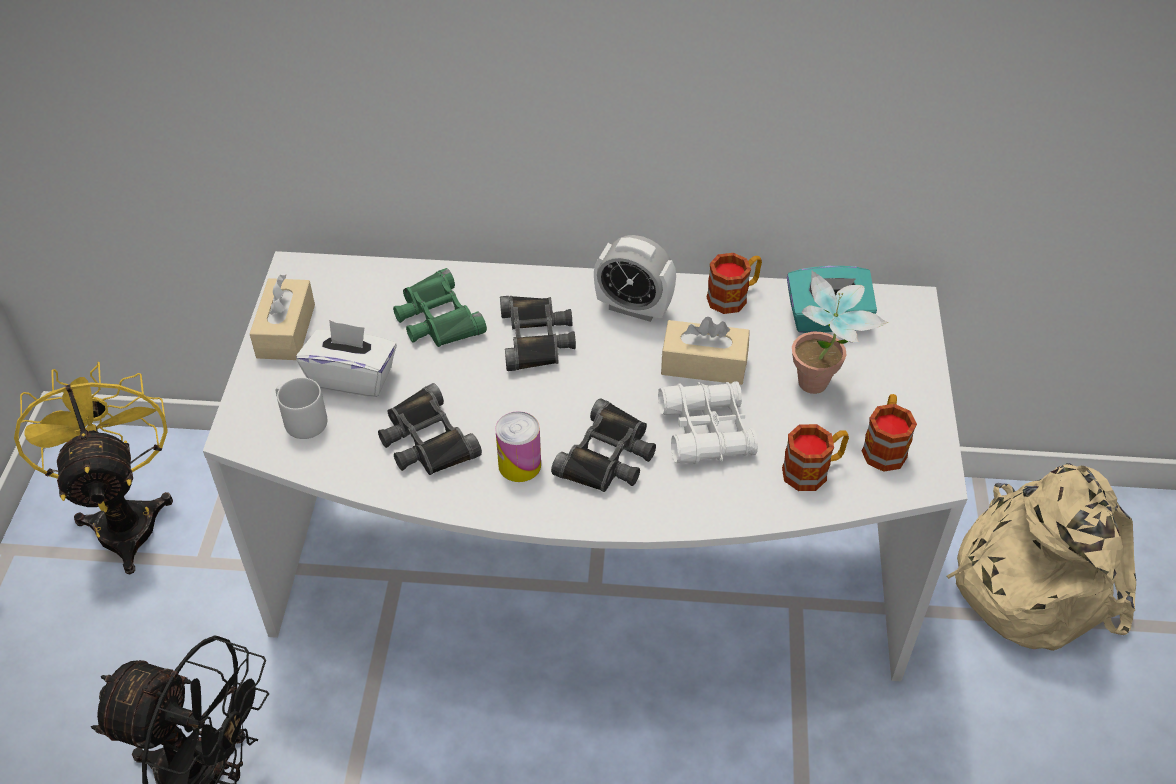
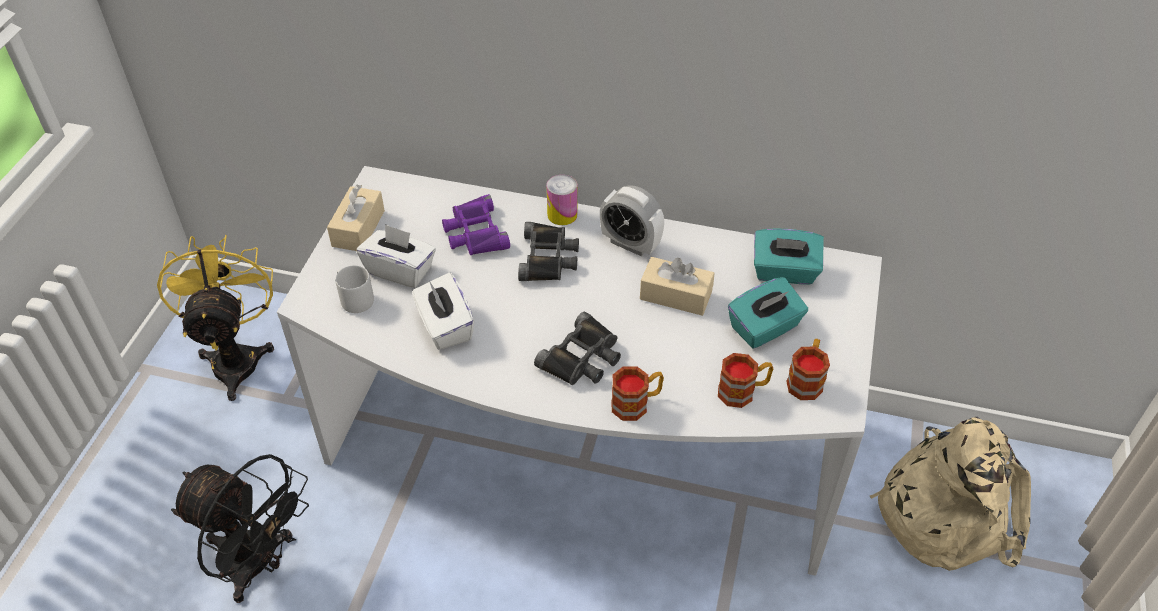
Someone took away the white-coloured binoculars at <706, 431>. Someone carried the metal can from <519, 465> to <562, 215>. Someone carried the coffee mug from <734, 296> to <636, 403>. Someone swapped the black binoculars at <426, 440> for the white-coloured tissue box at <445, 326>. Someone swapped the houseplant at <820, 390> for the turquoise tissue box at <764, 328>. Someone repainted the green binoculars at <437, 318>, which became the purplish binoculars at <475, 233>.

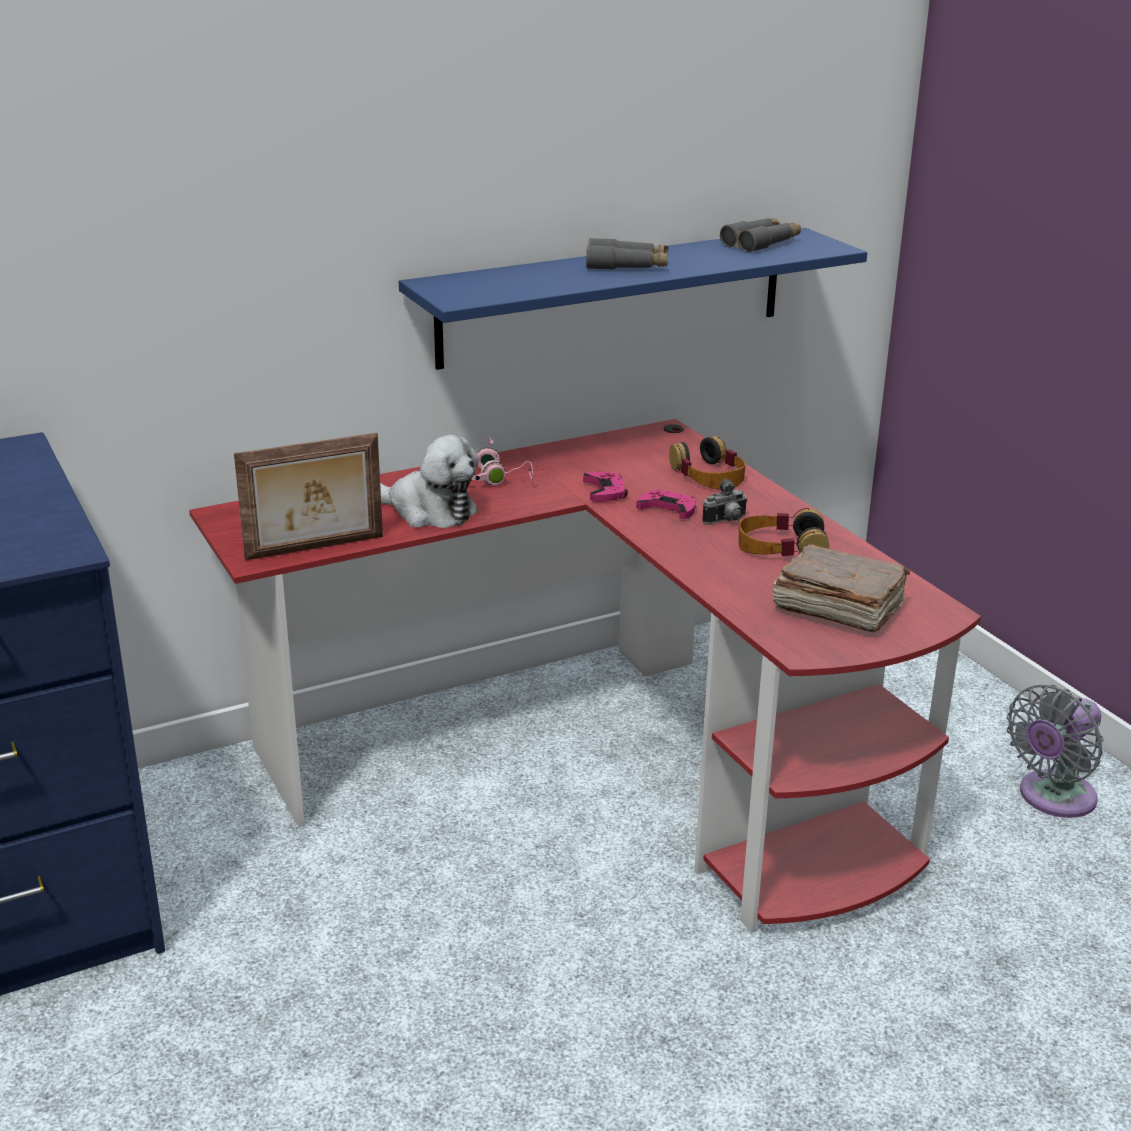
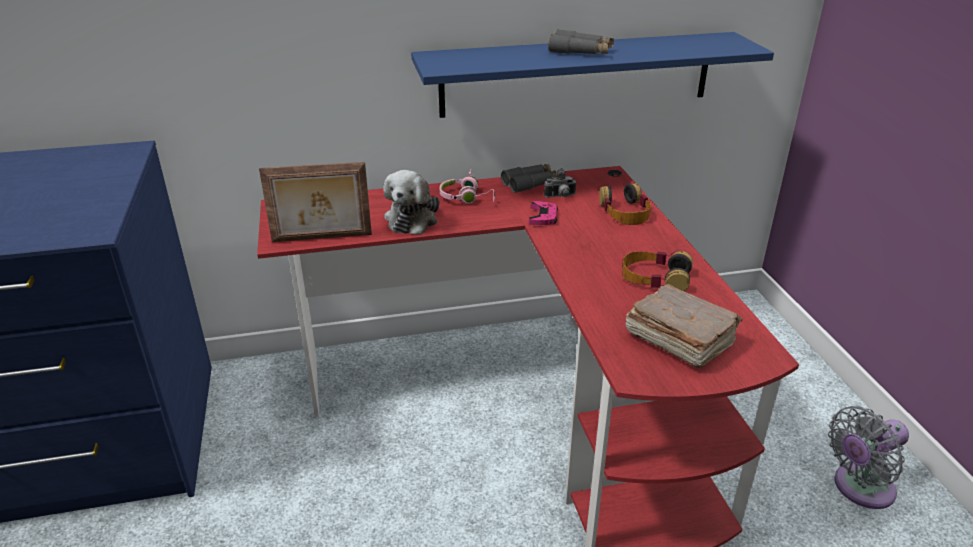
Someone took away the pink-coloured joypad at <668, 508>. Someone carried the photo camera from <726, 521> to <560, 197>. Someone carried the gray binoculars from <761, 243> to <532, 183>. Someone rotated the cuddly toy at <428, 511> by 60 degrees clockwise.

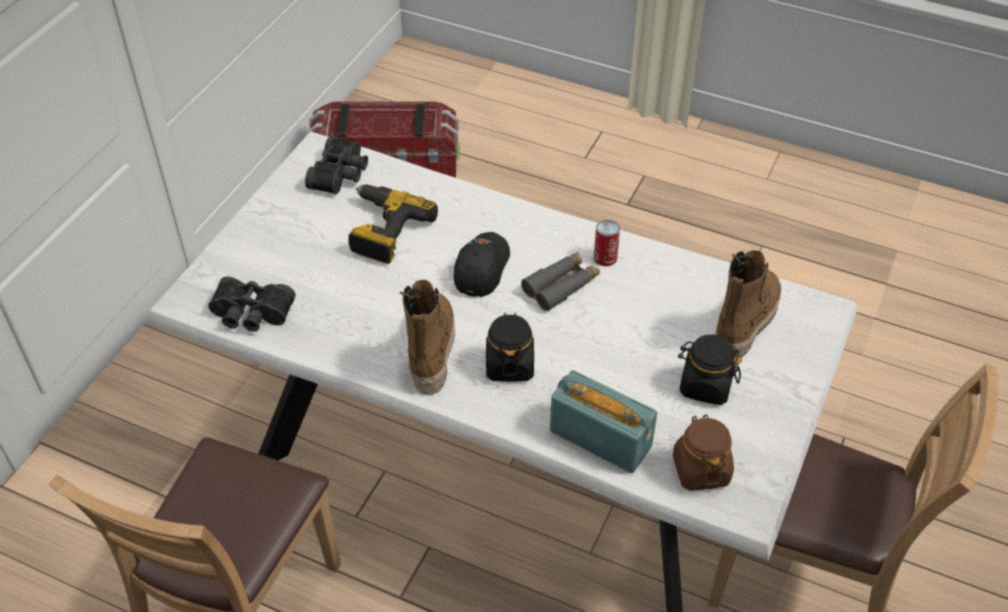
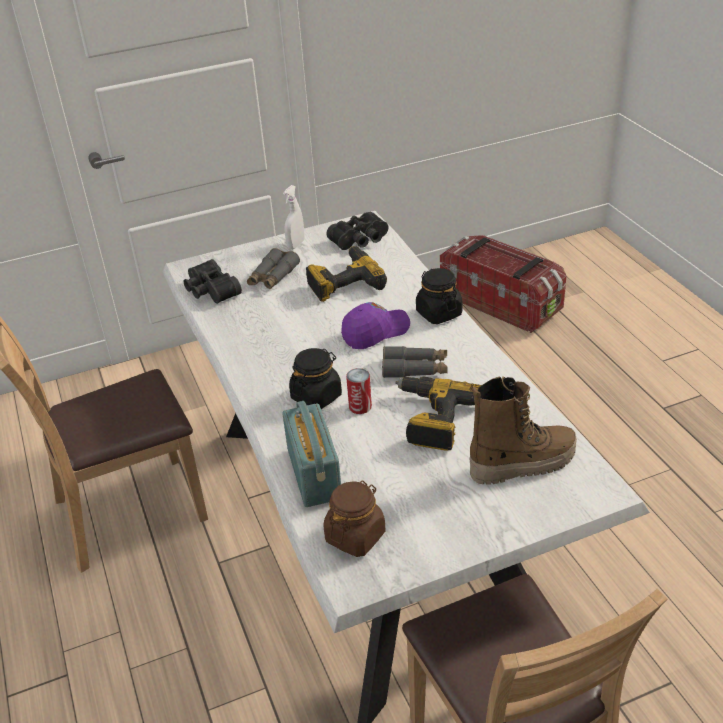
Someone took away the boot at <430, 350>. Someone put down the gray binoculars at <273, 277>. Someone put down the white-coloured sprayer at <296, 245>. Someone put down the drill at <432, 419>. Someone carried the metal can from <605, 257> to <360, 406>. Someone carried the black storage jar from <705, 386> to <438, 313>. Someone repainted the black cap at <481, 269>, which became the purplish cap at <375, 332>.

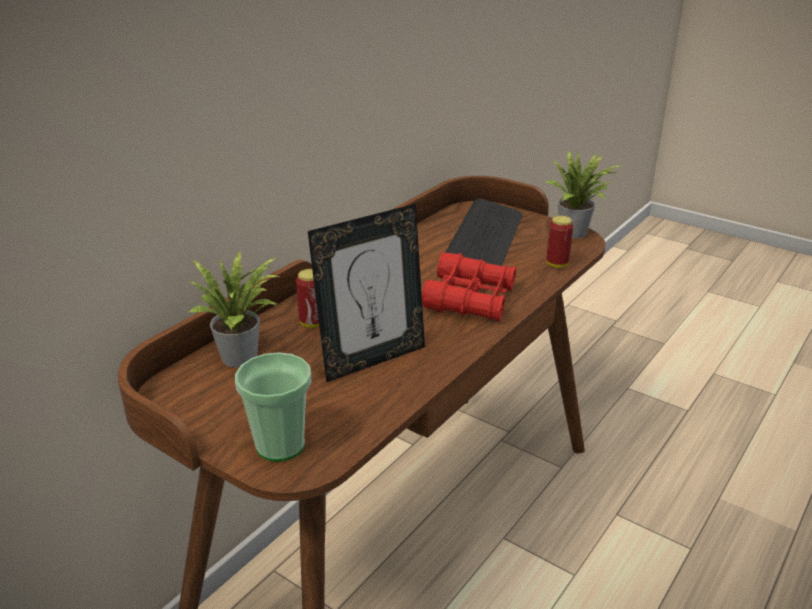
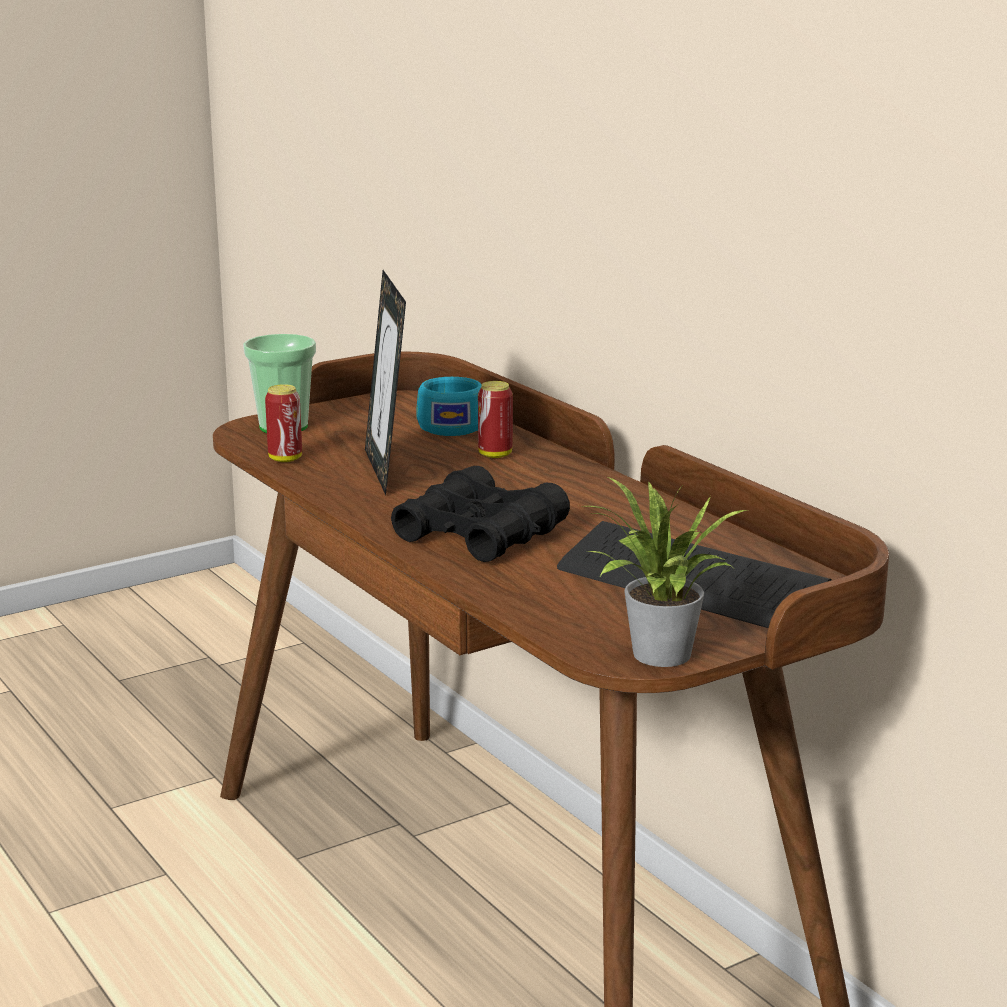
Someone carried the metal can from <557, 264> to <285, 459>. Someone swapped the houseplant at <244, 356> for the turquoise small cup at <451, 425>. Someone repainted the red-coloured binoculars at <470, 299>, which became the black binoculars at <480, 535>.

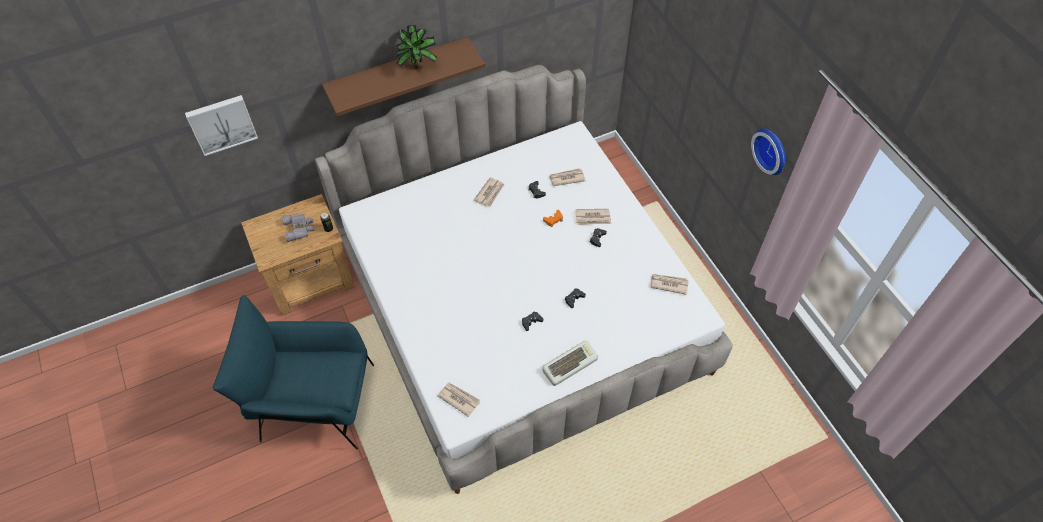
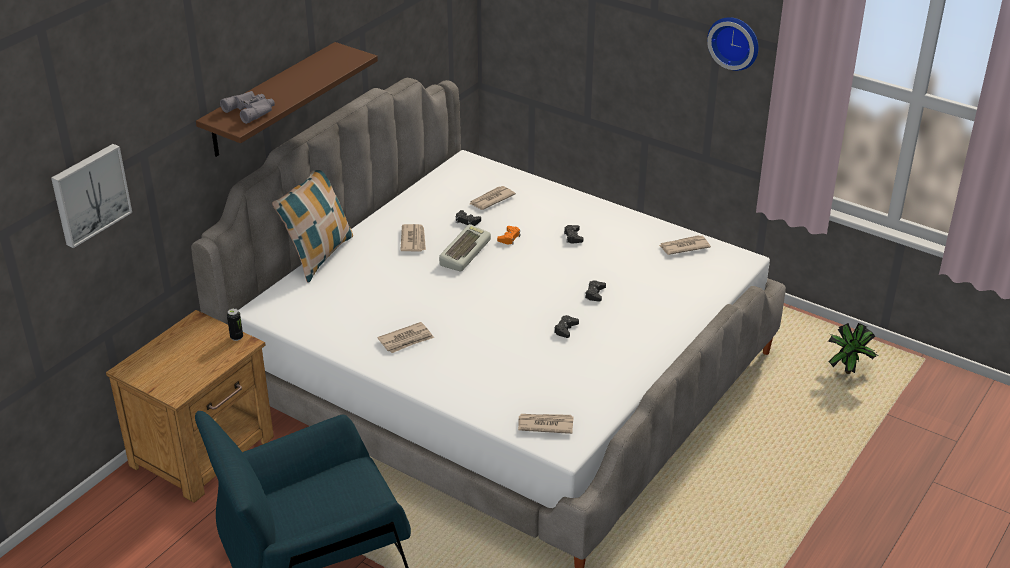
Someone put down the throw pillow at <318, 255>. Someone carried the gray binoculars from <299, 228> to <251, 110>. Someone carried the houseplant from <418, 66> to <848, 370>. Someone carried the computer keyboard from <569, 364> to <464, 252>. Someone carried the newspaper from <593, 218> to <406, 340>.

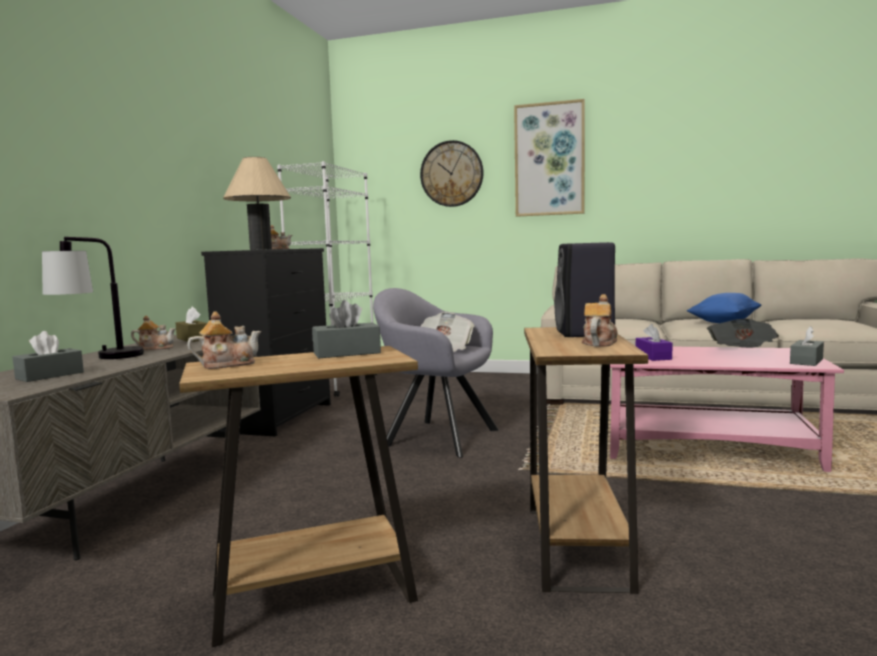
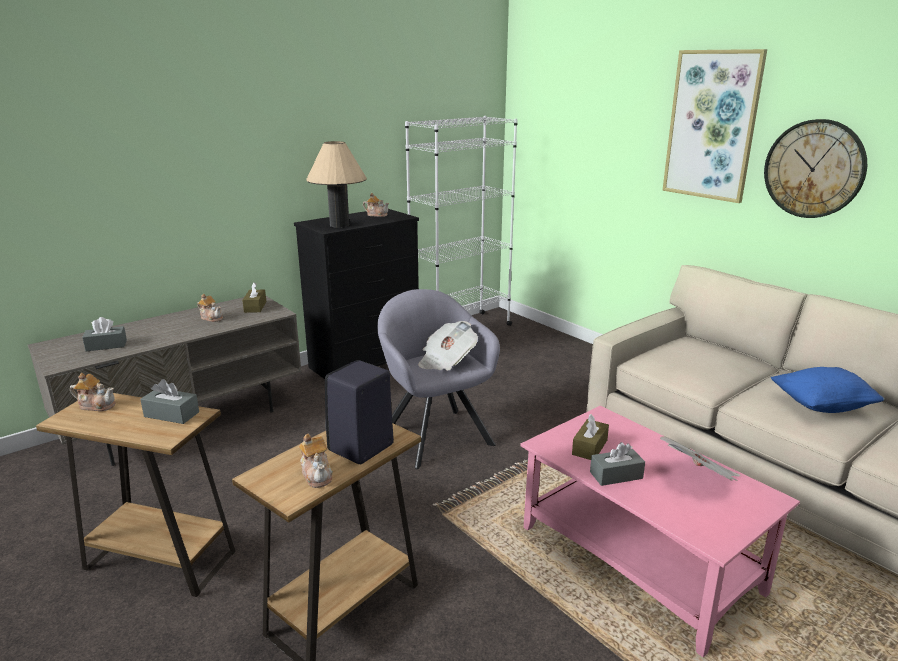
Someone took away the lamp for a table at <99, 358>. Someone carried the clock on the wall from <451, 174> to <814, 169>. Someone carried the gray tissue box from <806, 361> to <616, 475>. Someone repainted the purplish tissue box at <653, 356>, which became the brownish tissue box at <589, 447>. Someone rotated the tea pot at <599, 343> by 90 degrees clockwise.

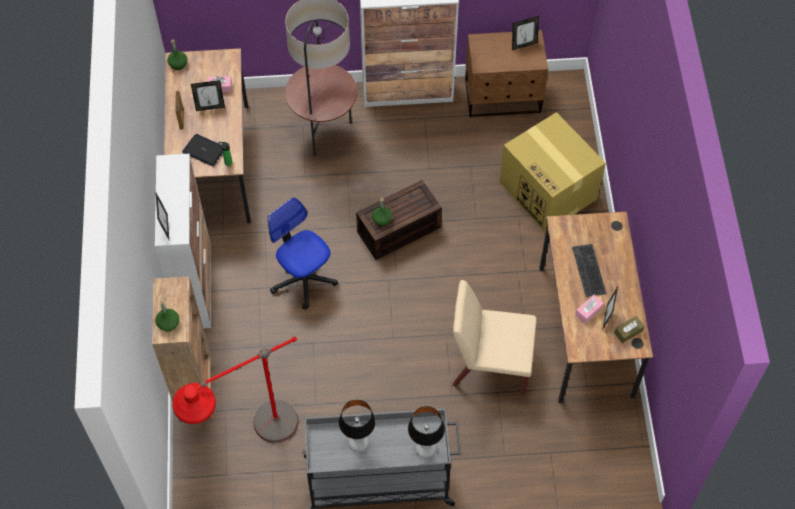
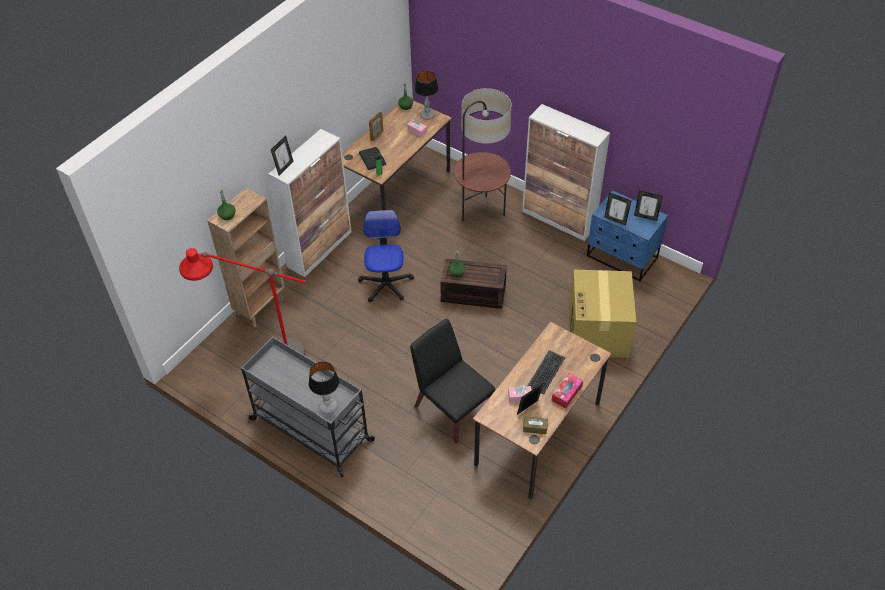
Someone put down the tissue box at <566, 393>. Someone carried the photo frame from <210, 107> to <615, 220>. Someone carried the lamp for a table from <358, 442> to <427, 116>. Someone repainted the beige-coloured upright chair at <490, 364>, which became the black upright chair at <452, 410>. Someone repainted the brownish bedside table at <503, 97>, which became the bluish bedside table at <622, 258>.

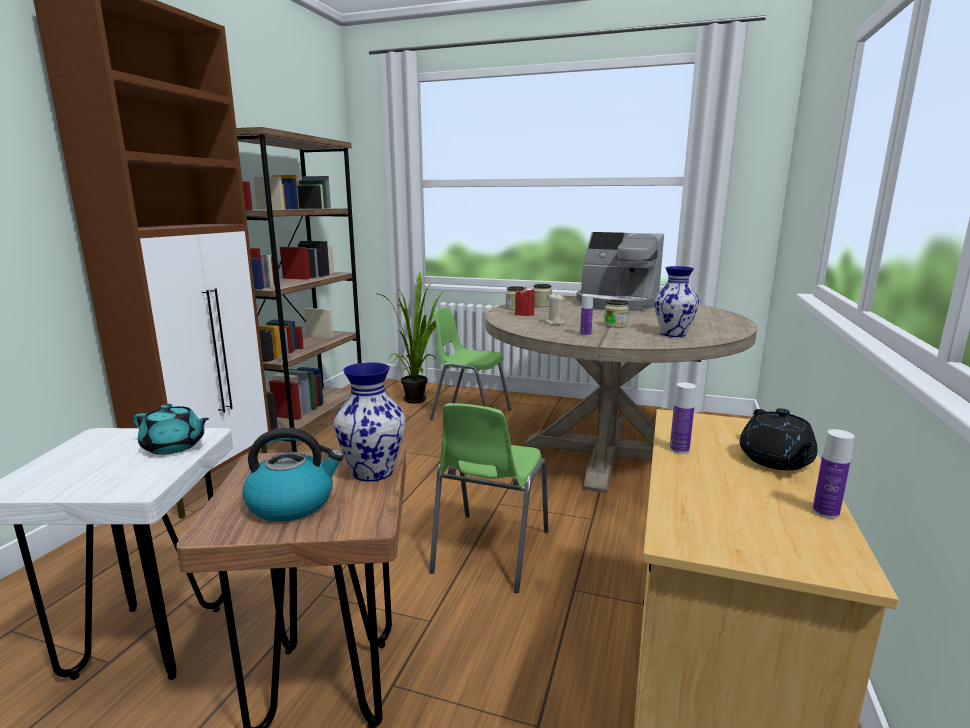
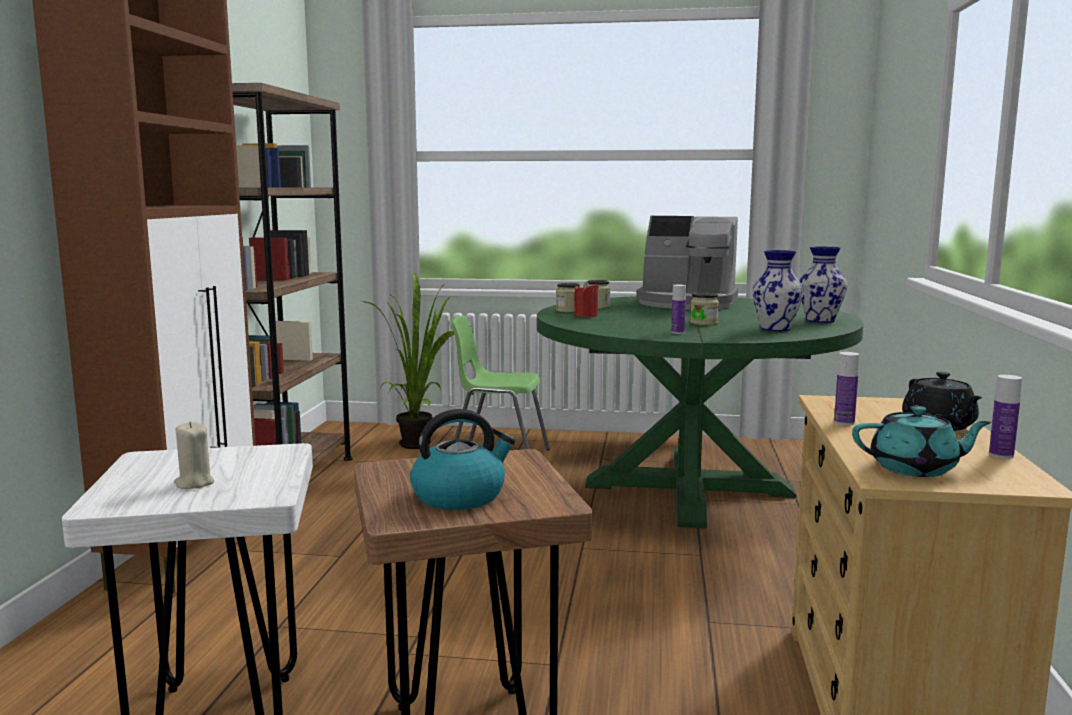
Someone took away the green upright chair at <489, 551>. Someone carried the turquoise tea pot from <174, 447> to <915, 469>. Someone carried the flower vase from <374, 472> to <821, 320>. Someone carried the beige-coloured candle from <554, 323> to <194, 483>. Someone repainted the beige-coloured dining table at <605, 452>, which became the green dining table at <688, 488>.

